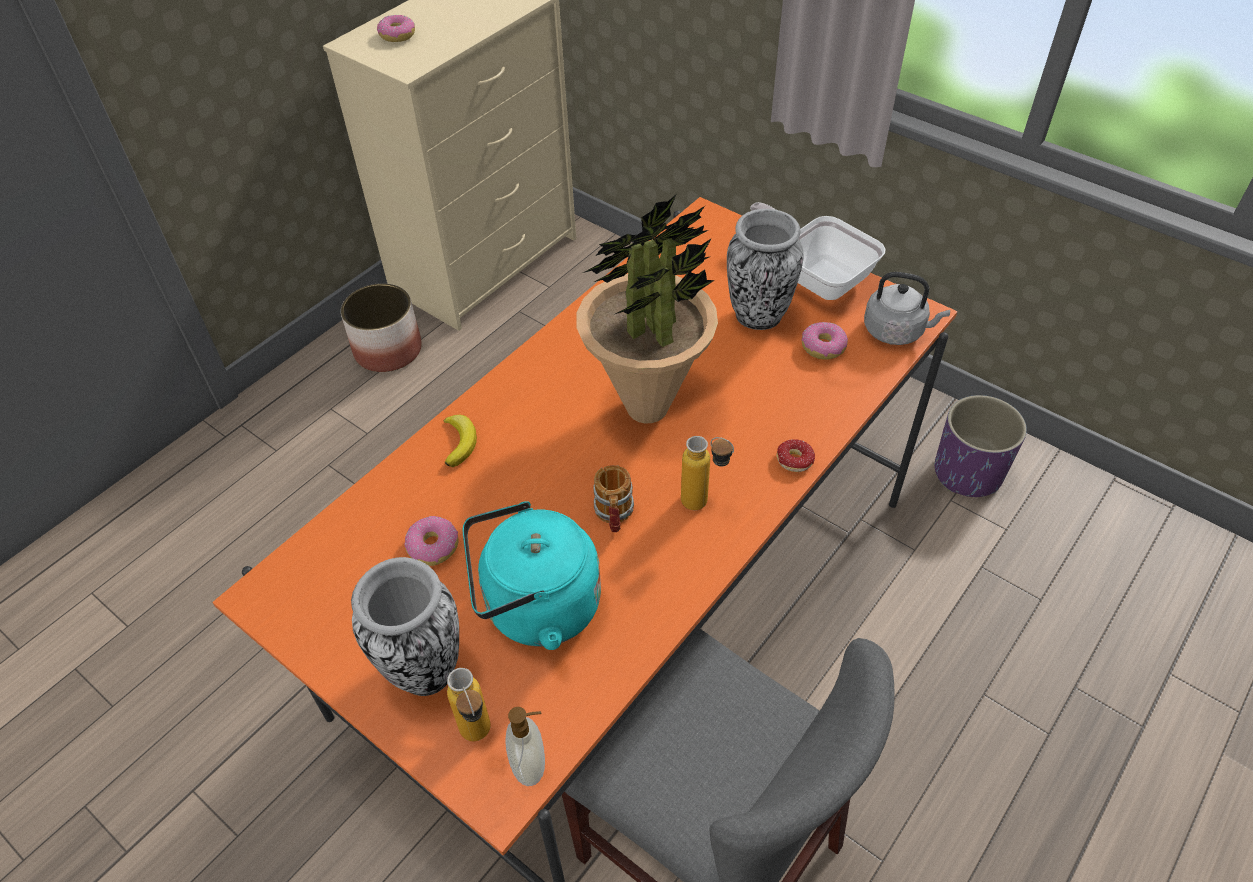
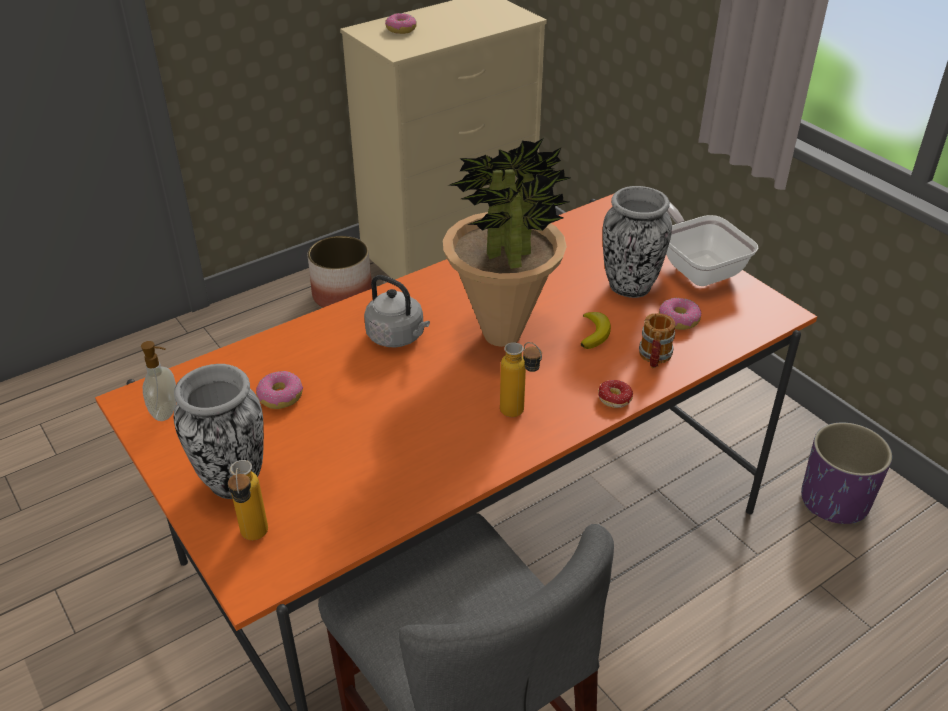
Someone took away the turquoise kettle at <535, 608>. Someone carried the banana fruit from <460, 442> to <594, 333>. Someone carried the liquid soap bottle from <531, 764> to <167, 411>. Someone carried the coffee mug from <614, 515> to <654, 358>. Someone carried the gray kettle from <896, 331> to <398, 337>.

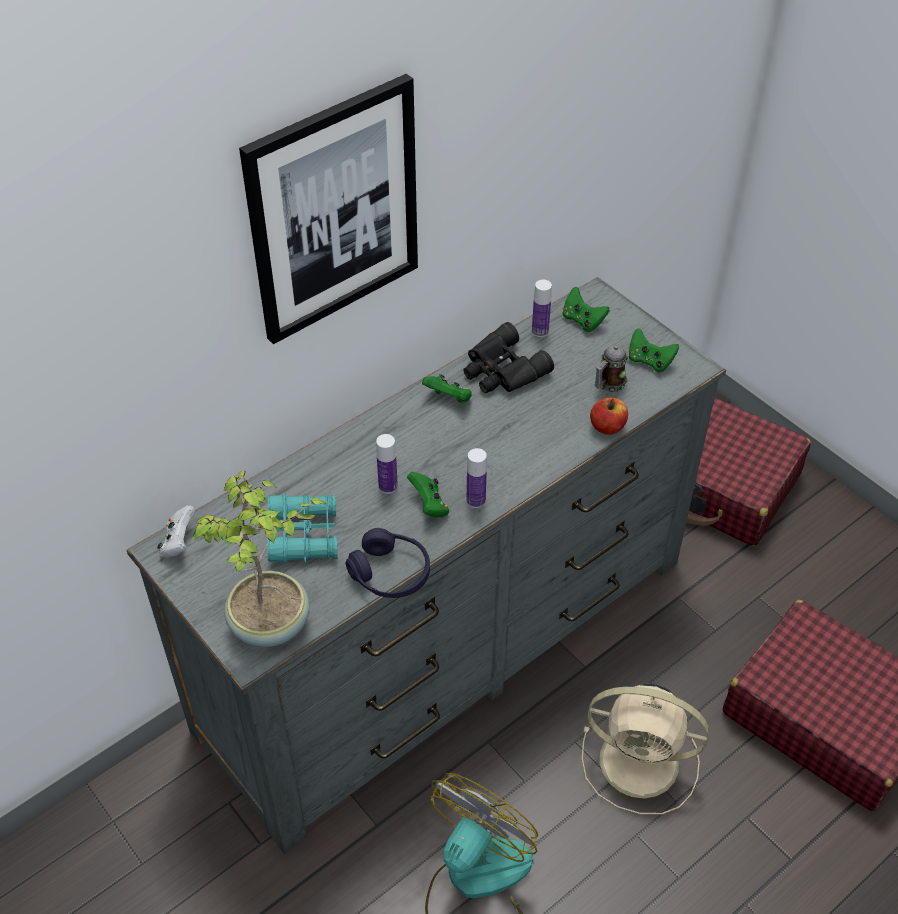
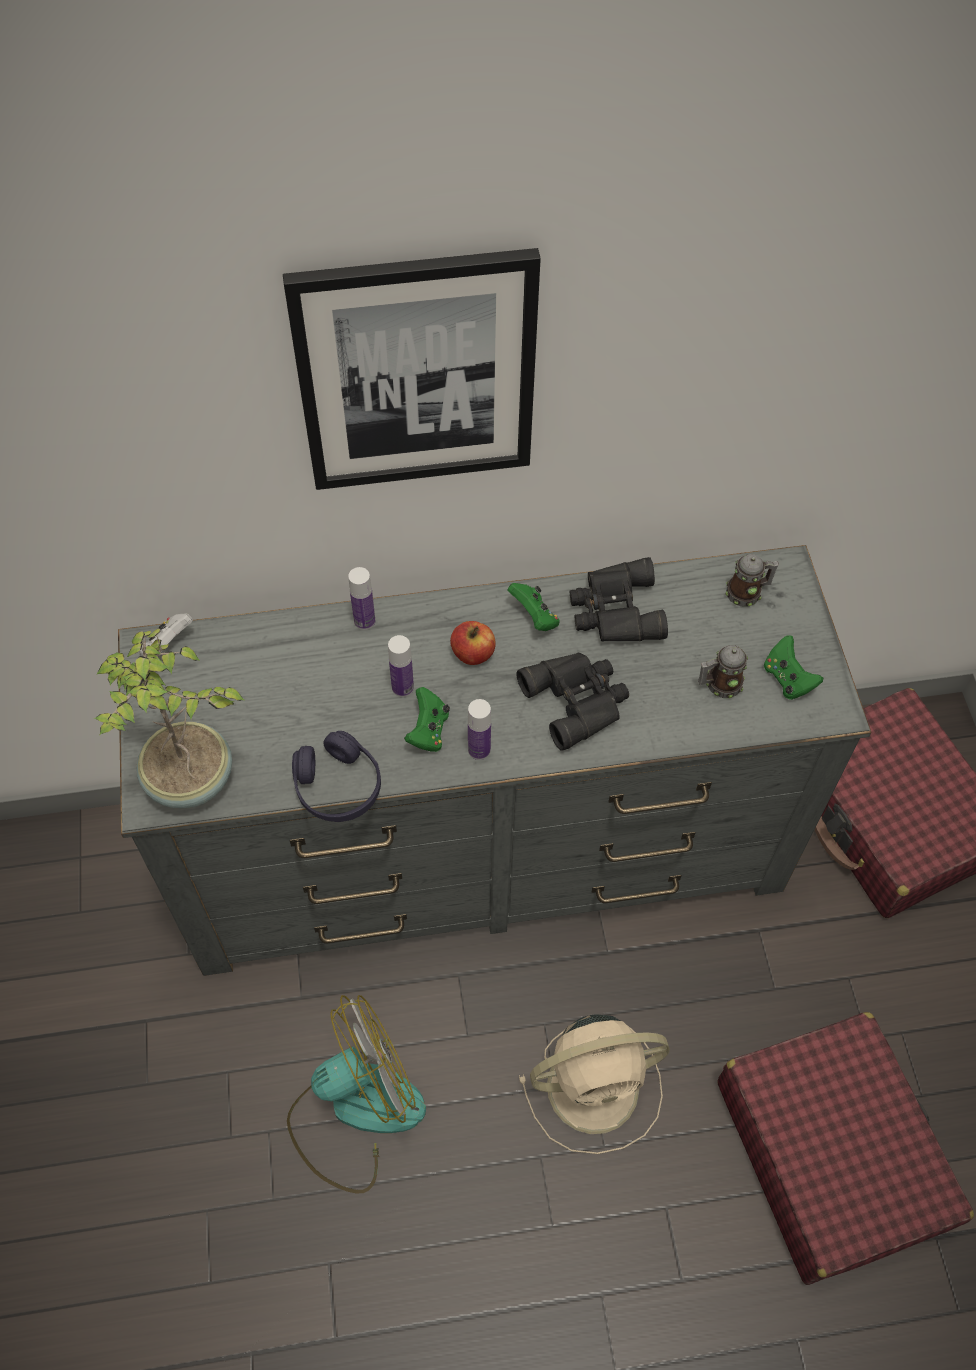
Someone took away the turquoise binoculars at <304, 535>. Someone put down the black binoculars at <577, 700>. Someone carried the drink bottle from <540, 331> to <364, 621>. Someone carried the whole apple from <607, 427> to <472, 653>. Someone swapped the green joypad at <582, 321> for the coffee mug at <747, 592>. Someone rotated the beige-coloured cooling fan at <642, 763> by 60 degrees counterclockwise.

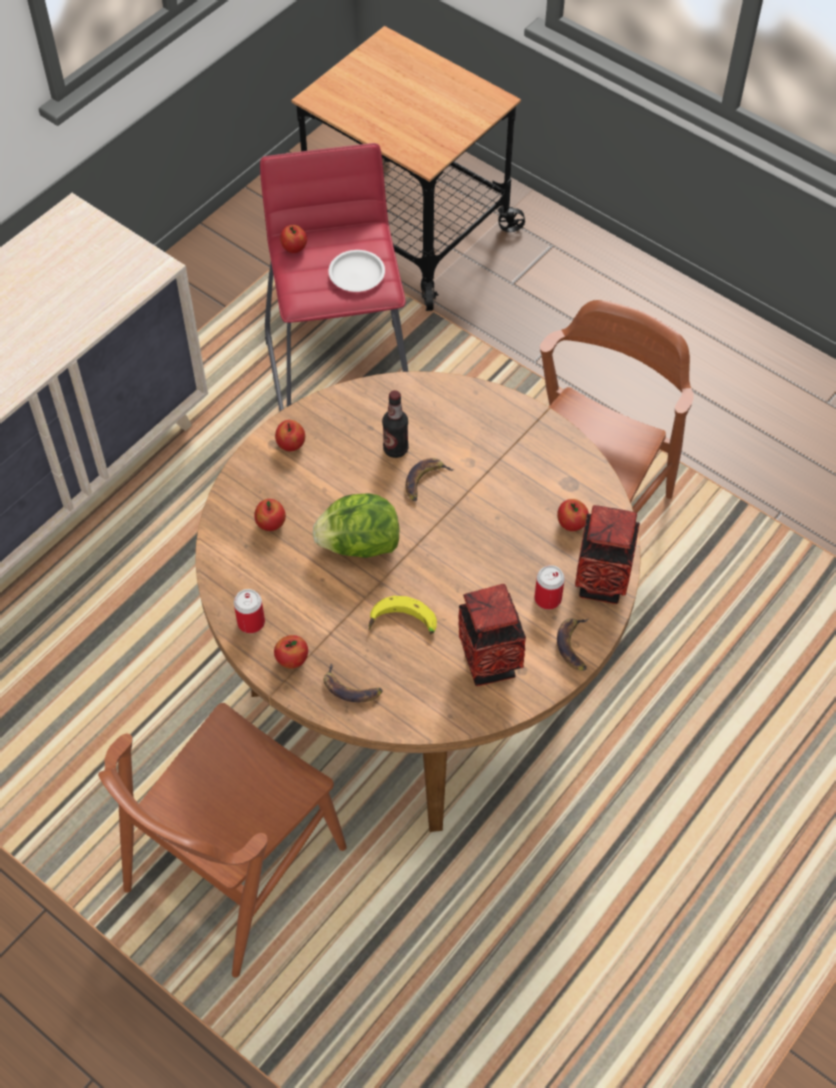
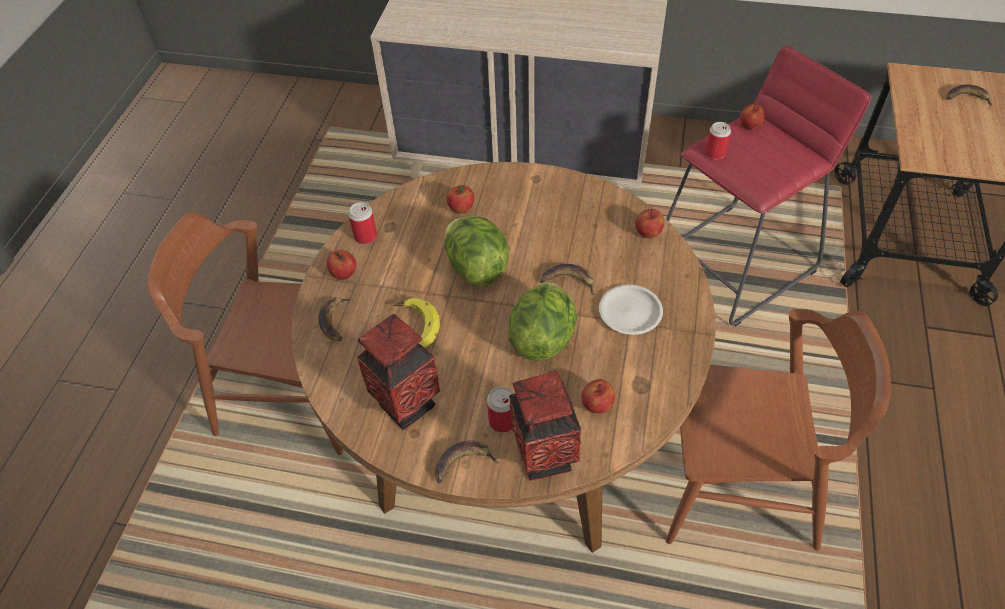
Someone took away the drink bottle at <395, 449>. Someone put down the lettuce at <542, 337>. Someone put down the metal can at <715, 153>. Someone put down the banana fruit at <966, 98>. Someone carried the whole apple from <291, 445> to <648, 233>. Someone carried the white-coloured flat dish from <356, 274> to <629, 313>.

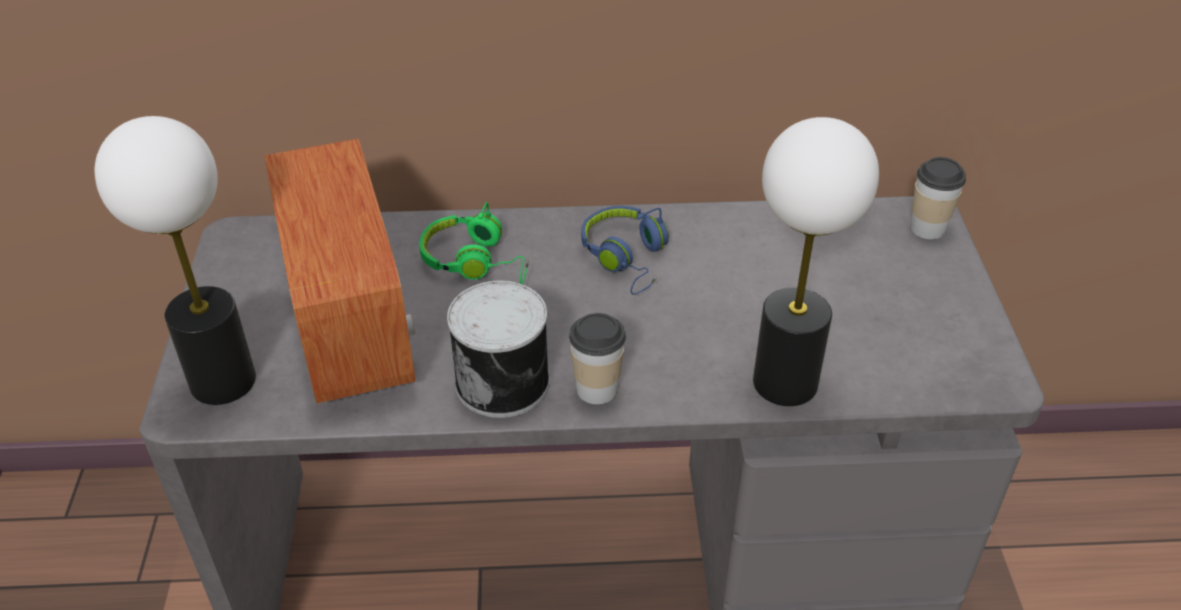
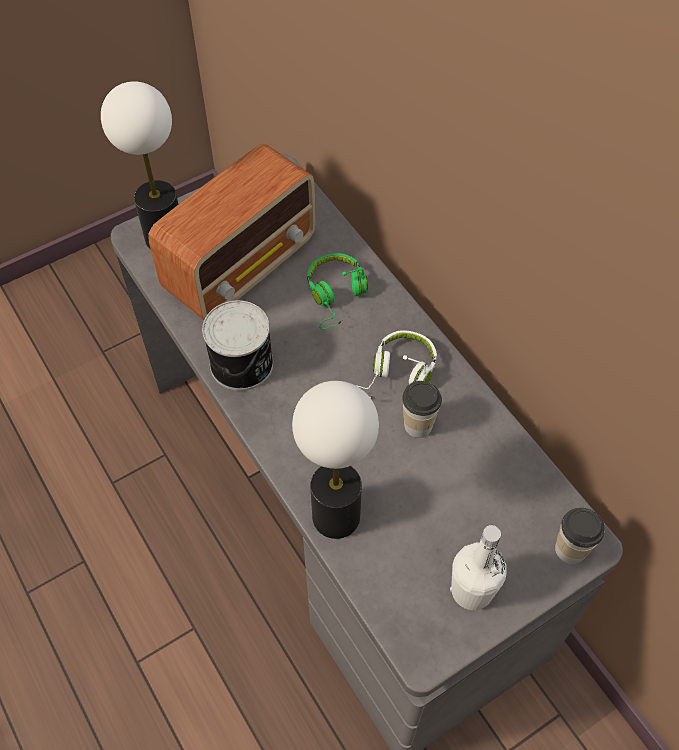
Someone put down the white-coloured drink bottle at <471, 590>. Someone carried the small cup from <597, 389> to <418, 425>. Someone repainted the bluish headset at <627, 258>, which became the white-coloured headset at <397, 373>.

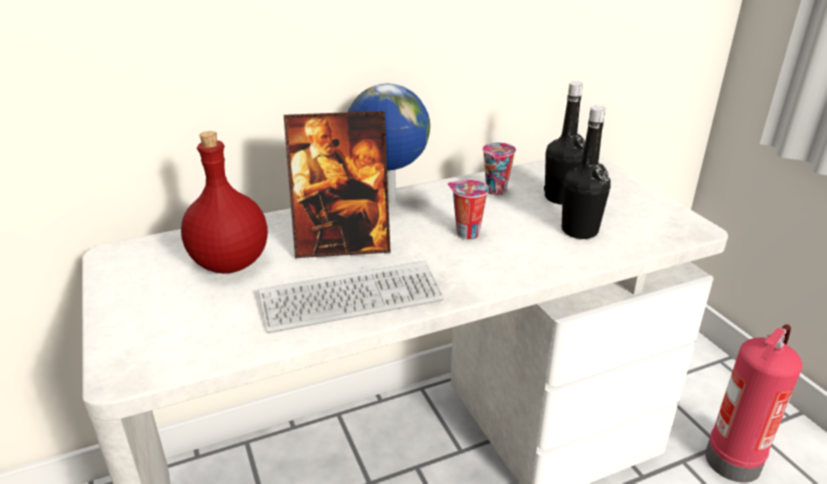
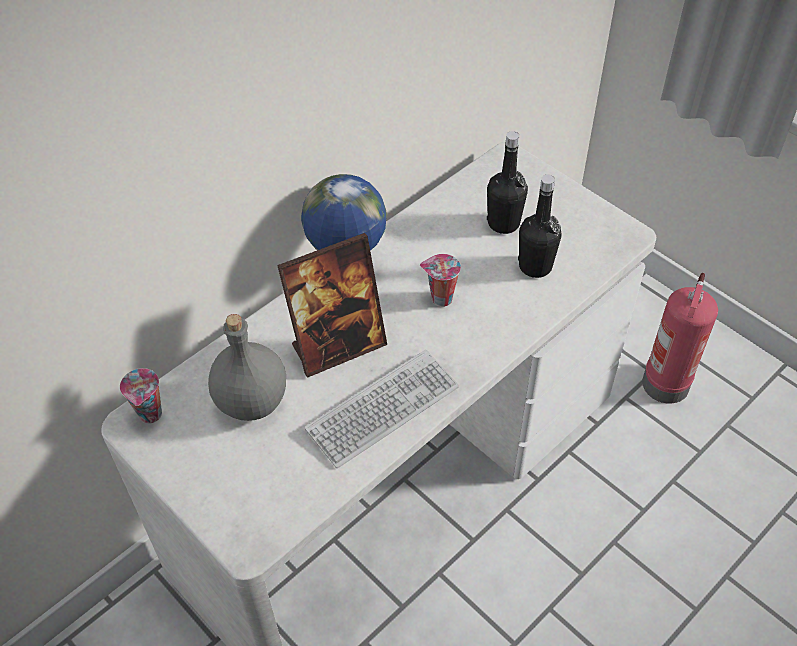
Someone carried the small cup from <496, 191> to <151, 415>. Someone repainted the red-coloured drink bottle at <229, 264>, which became the gray drink bottle at <251, 402>.

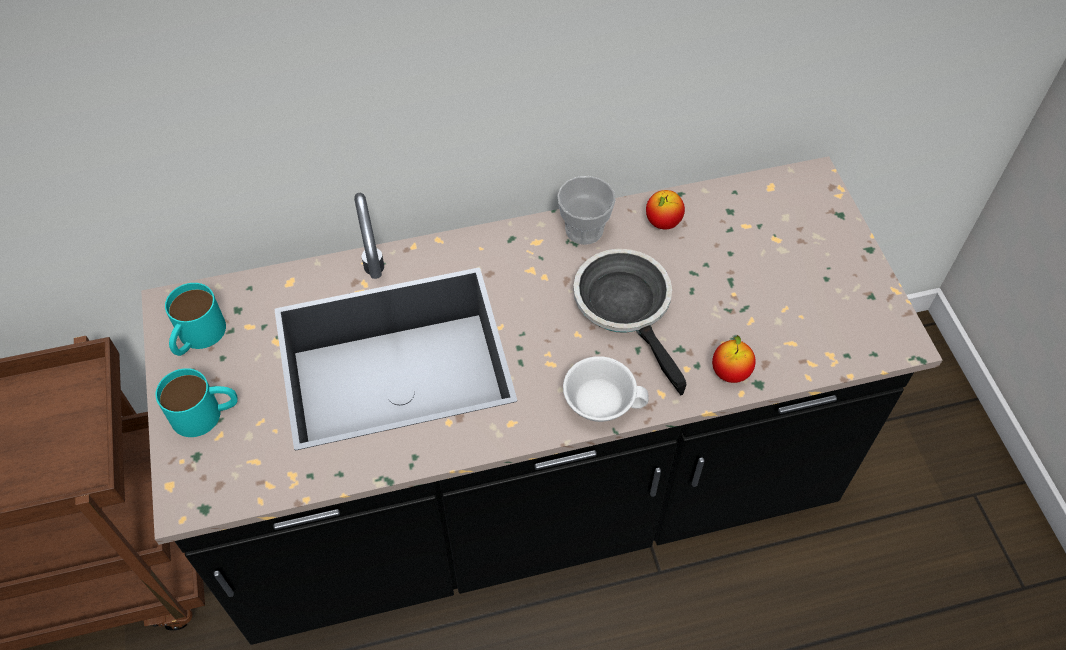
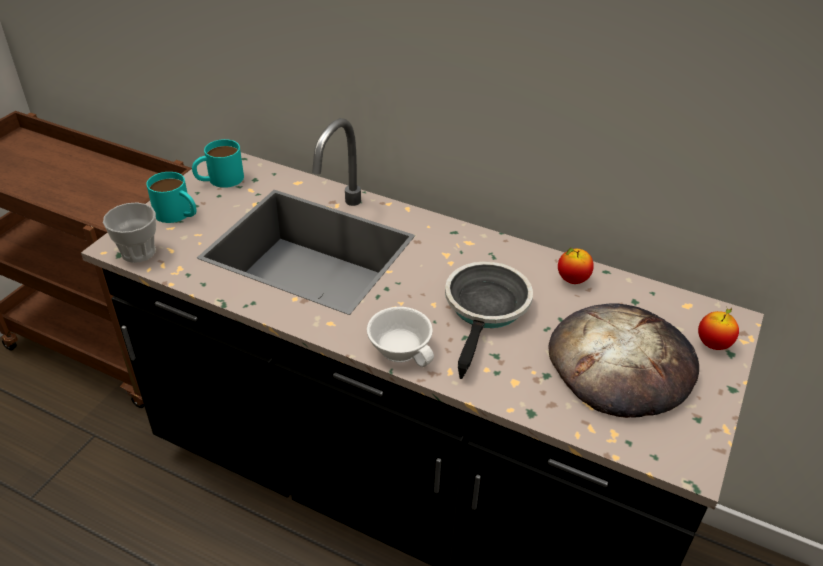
Someone put down the baked bread at <621, 364>. Someone carried the small cup from <584, 230> to <138, 252>. Someone carried the whole apple from <730, 372> to <713, 344>.

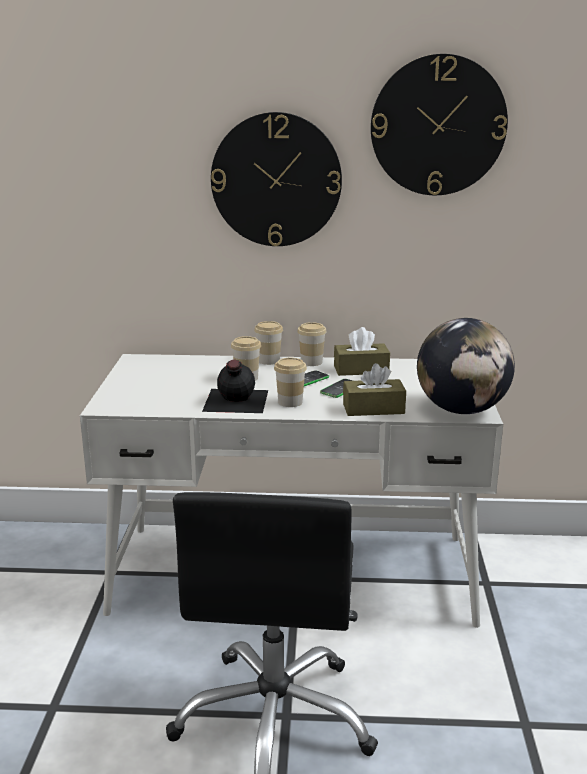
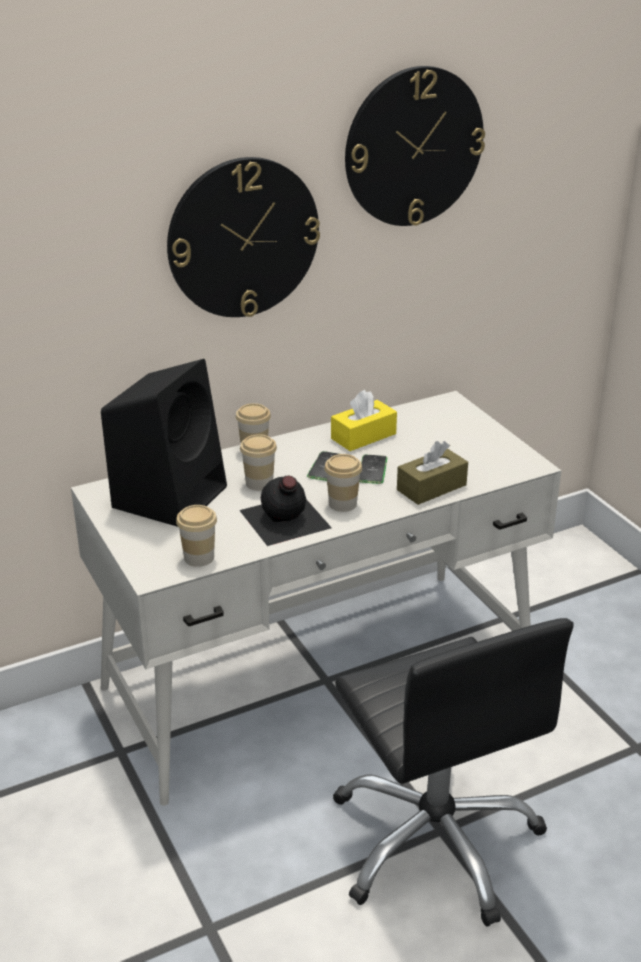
Someone took away the world globe at <461, 410>. Someone put down the black speaker at <171, 495>. Someone carried the small cup from <311, 362> to <199, 557>. Someone repainted the brownish tissue box at <361, 369>, which became the yellowish tissue box at <363, 436>.

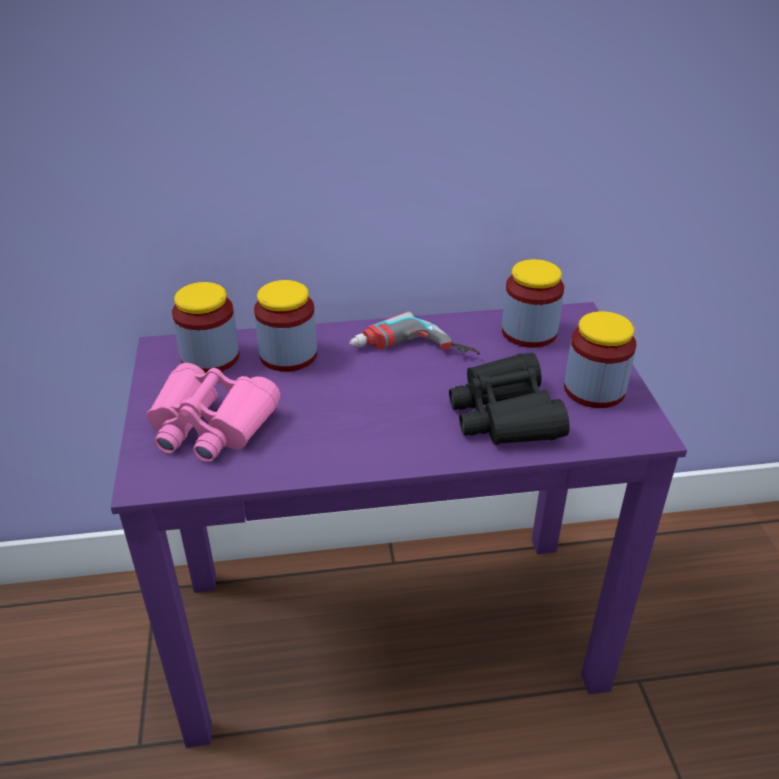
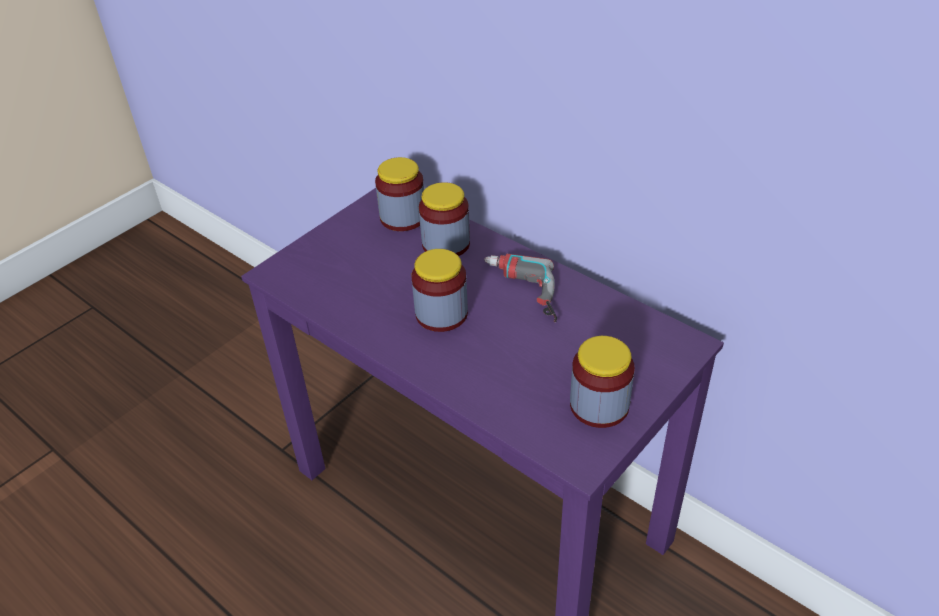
Someone took away the pink-coloured binoculars at <210, 425>. Someone took away the black binoculars at <505, 414>. Someone carried the storage jar from <529, 332> to <441, 314>.

